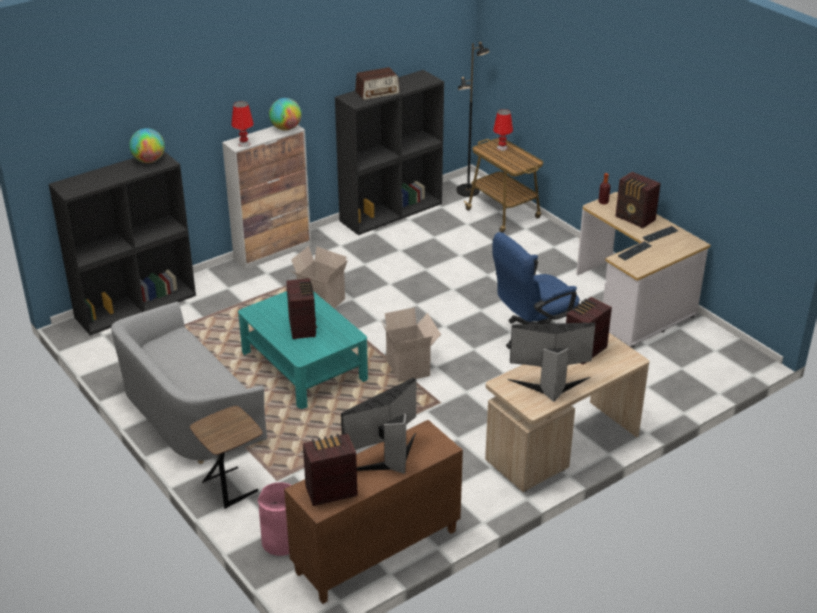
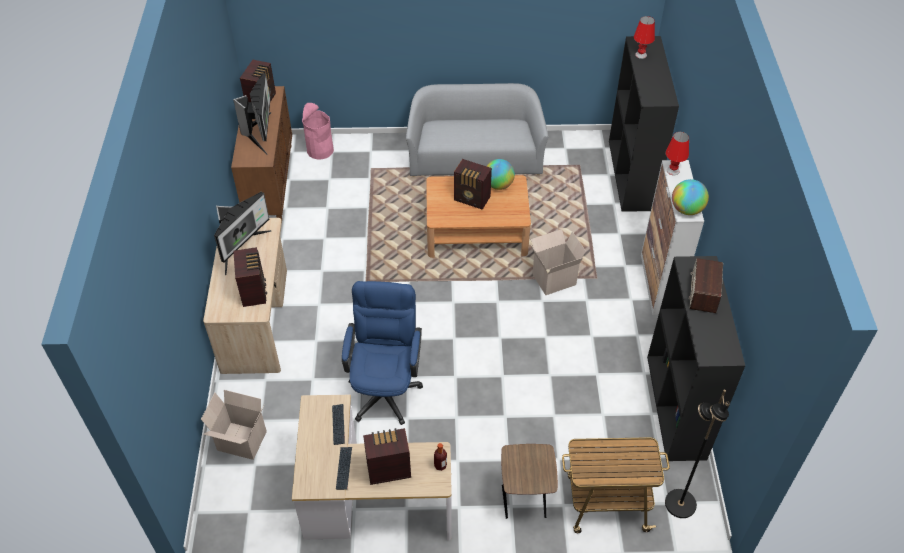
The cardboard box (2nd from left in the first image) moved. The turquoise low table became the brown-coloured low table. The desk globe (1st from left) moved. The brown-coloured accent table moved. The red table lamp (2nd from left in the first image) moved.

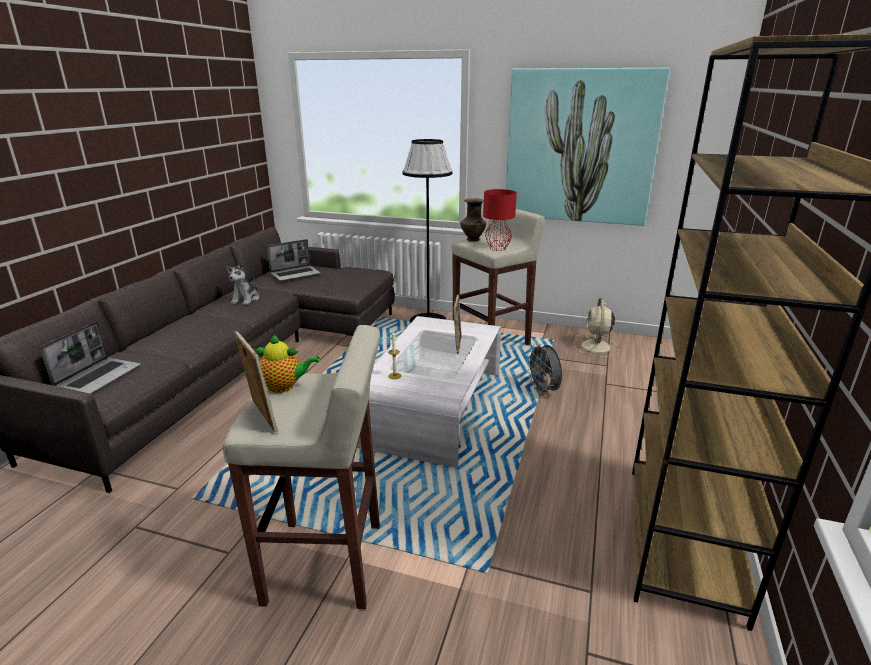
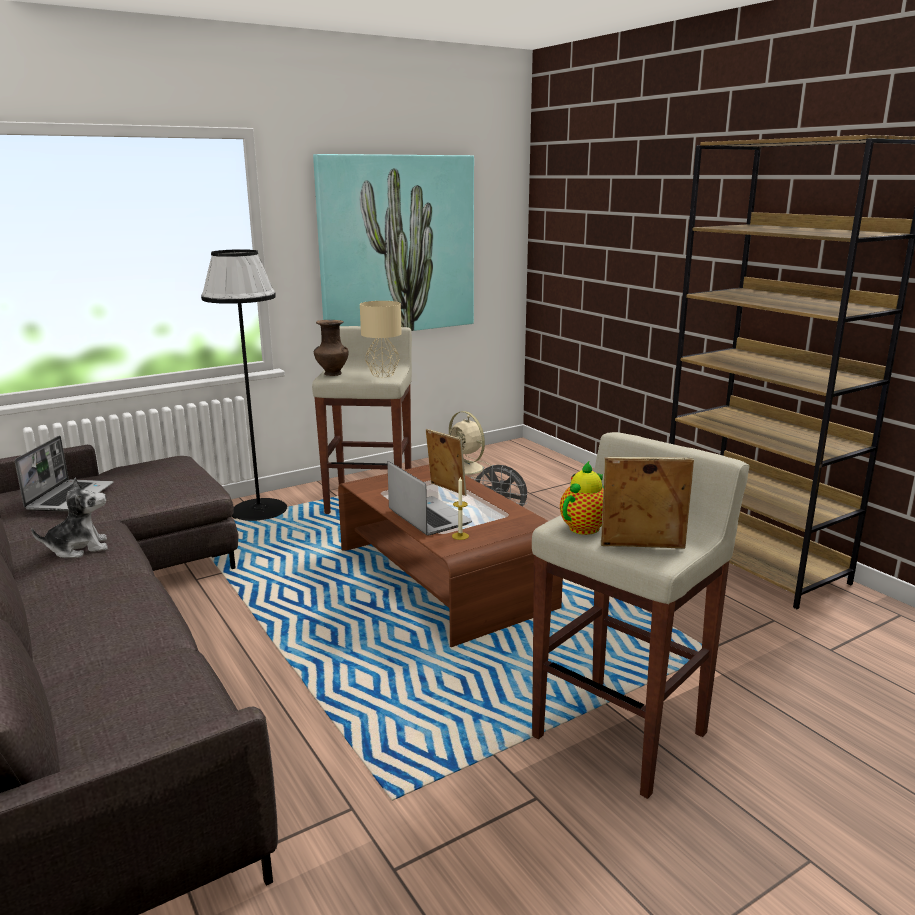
The soft toy turned 75 degrees counterclockwise. The white-coloured low table became the brown-coloured low table. The red table lamp became the beige table lamp. The portable computer (1st from left in the first image) moved.

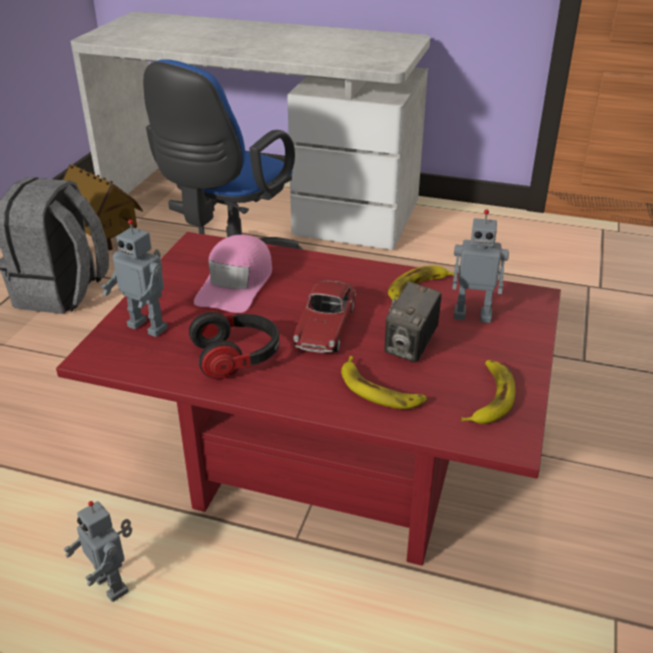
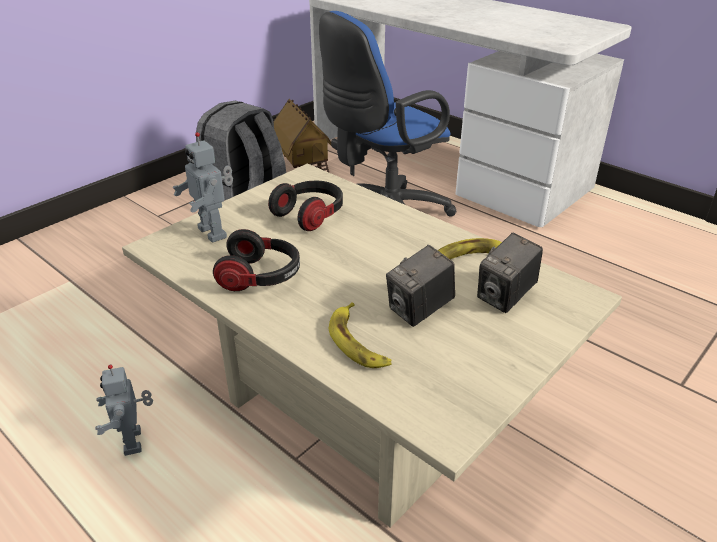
The red low table became the beige low table. The pinkish cap was replaced by the headphones (2nd from left). The toy robot (3rd from left) was replaced by the photo camera (2nd from left). The miniature car disappeared. The banana (3rd from left) disappeared.

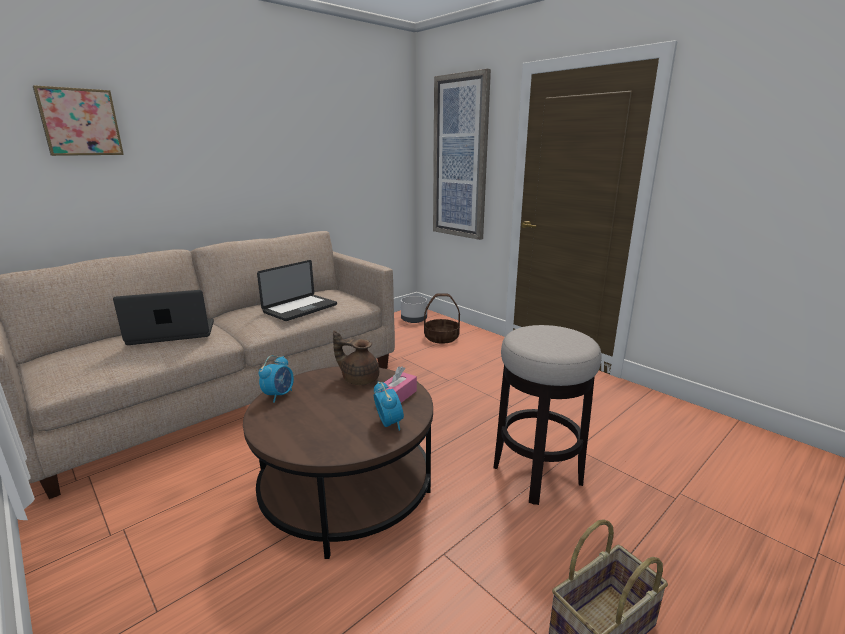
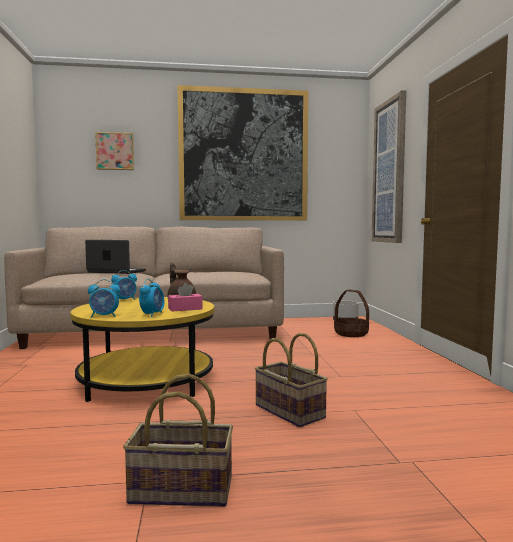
The brown-coloured low table became the yellowish low table. The bedside clock (1st from left) appeared. The wall art (2nd from left) appeared. The stool seat was replaced by the storage basket (2nd from left). The portable computer (2nd from left) disappeared.

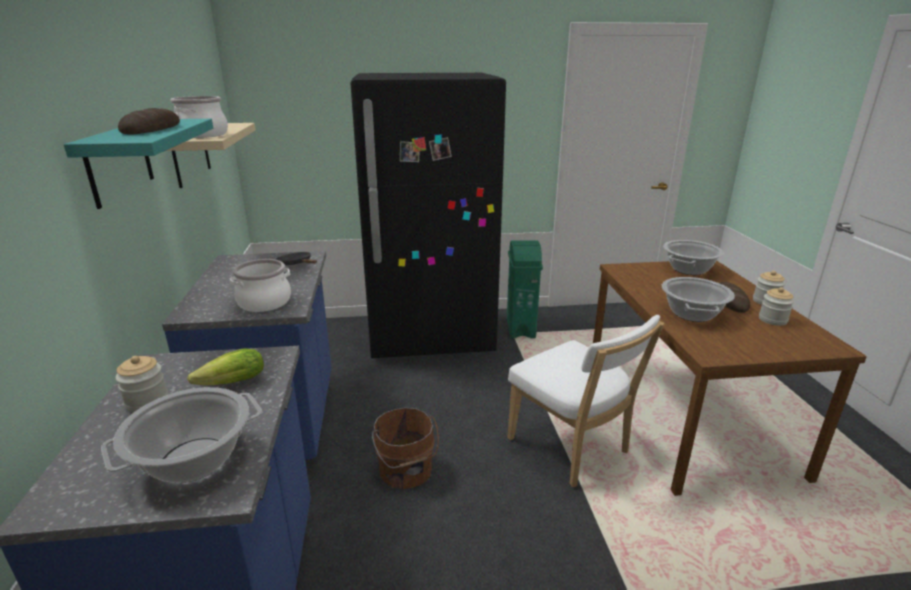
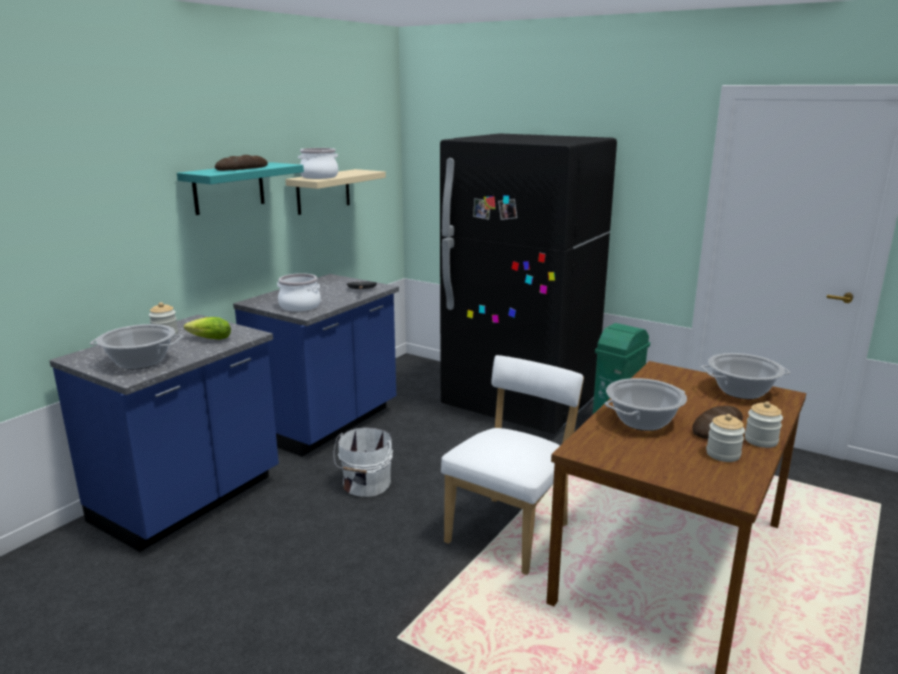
The brown-coloured pail became the white-coloured pail. The white-coloured chair turned 150 degrees counterclockwise.

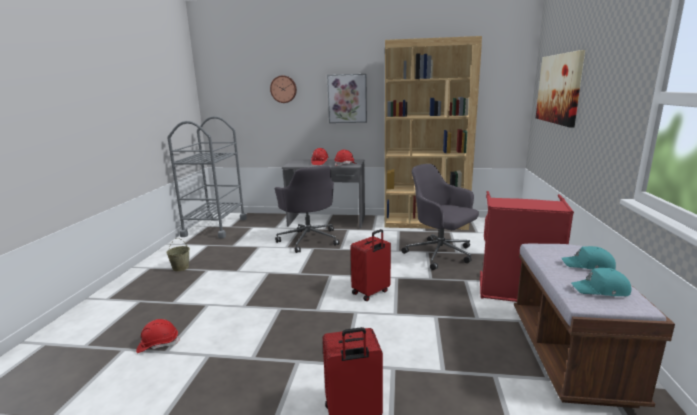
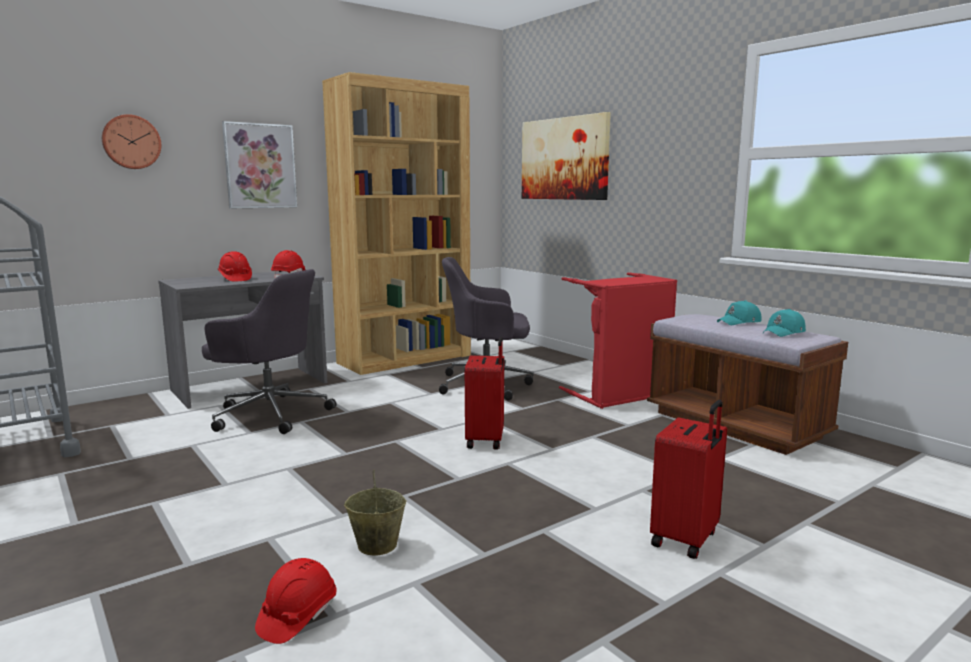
The beige pail moved.

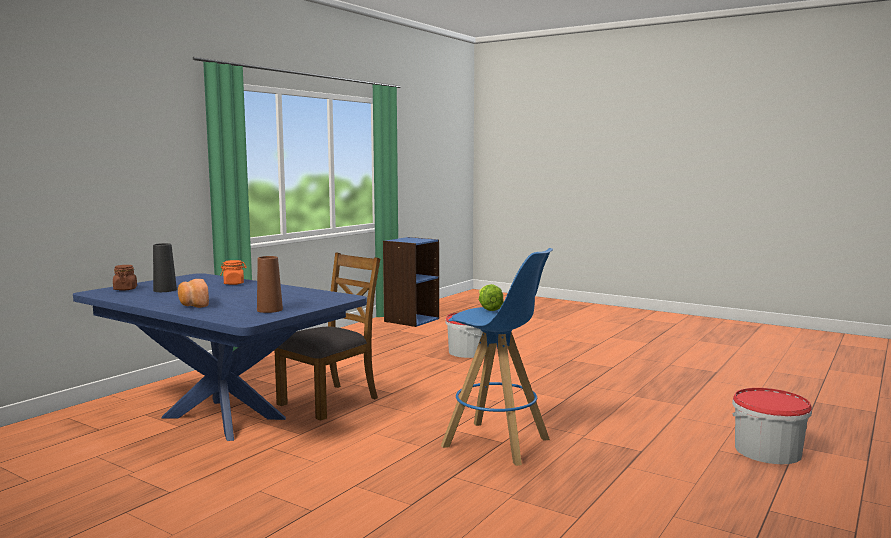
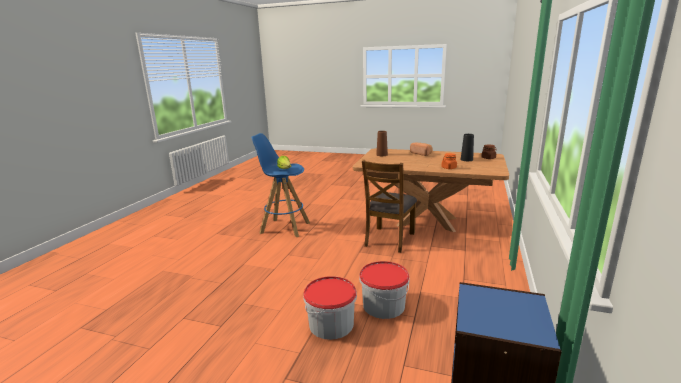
The blue-coloured kitchen table became the brown-coloured kitchen table. The pail (2nd from left) moved.

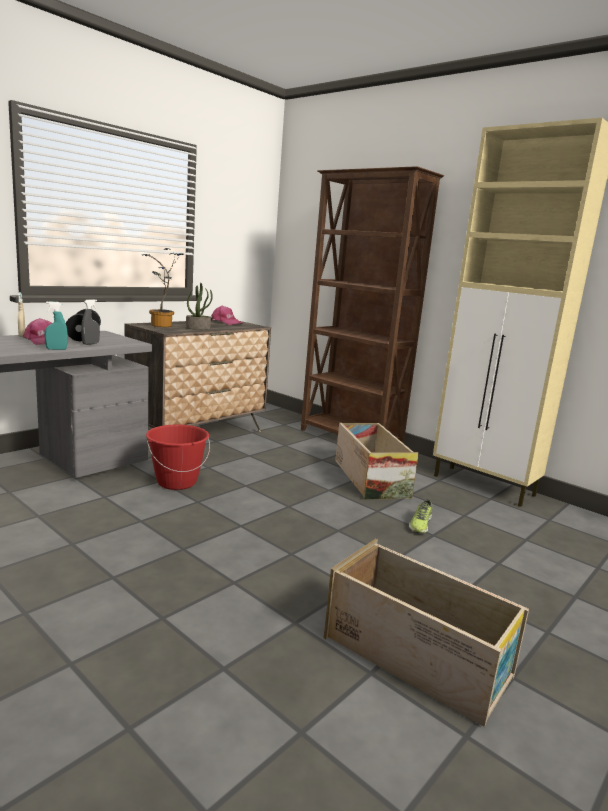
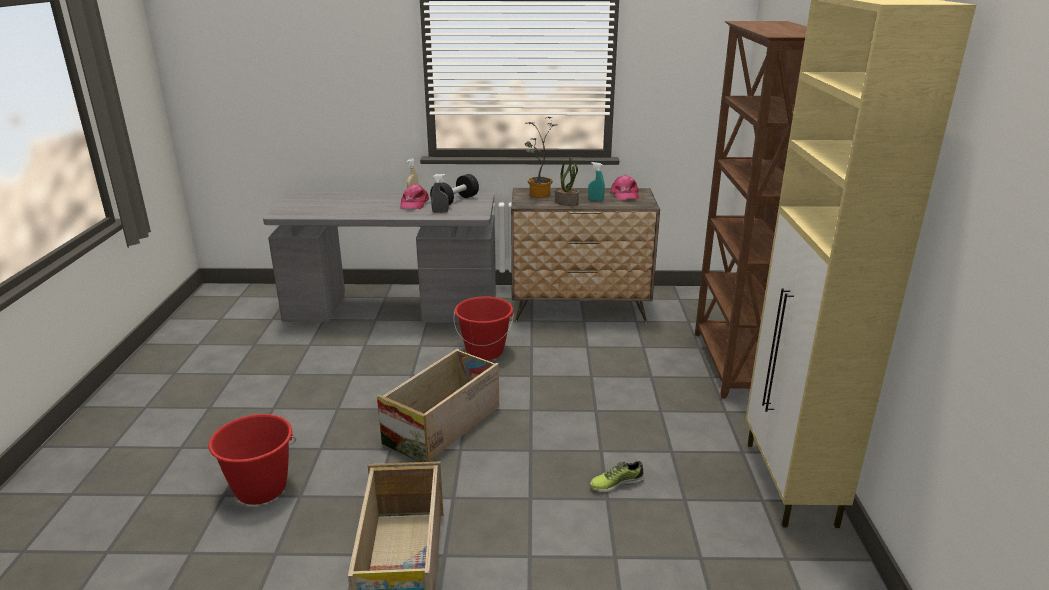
The red pail (1st from left) appeared. The shipping crate (1st from left in the first image) moved. The turquoise sprayer moved.

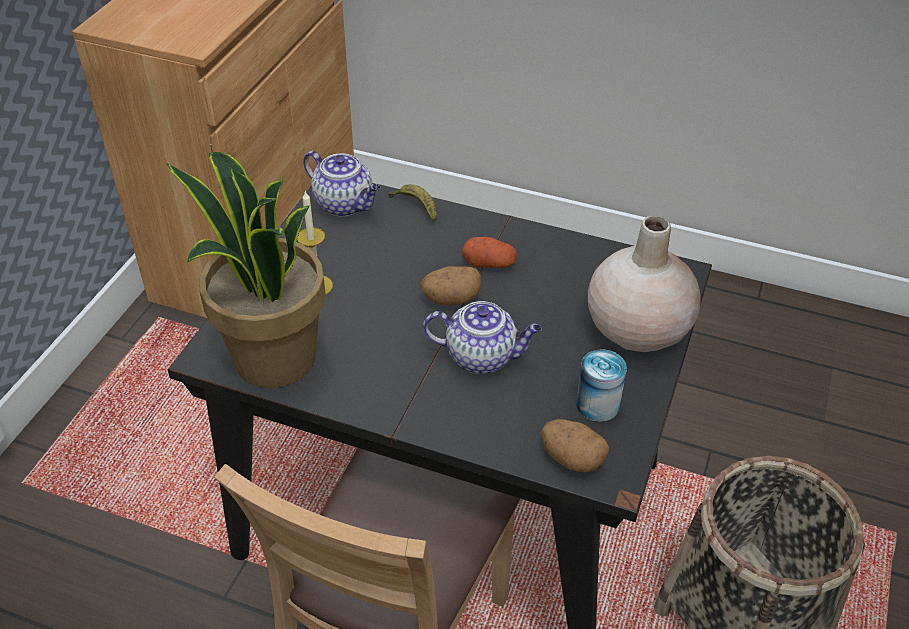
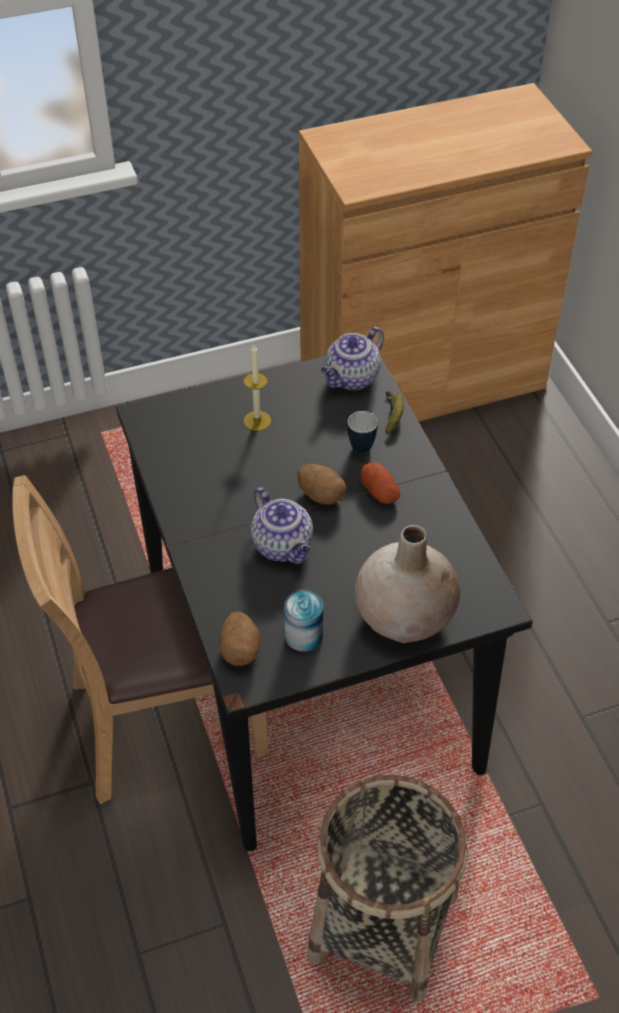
The pot for tea (1st from left in the first image) turned 45 degrees clockwise. The coffee mug appeared. The potted plant disappeared.

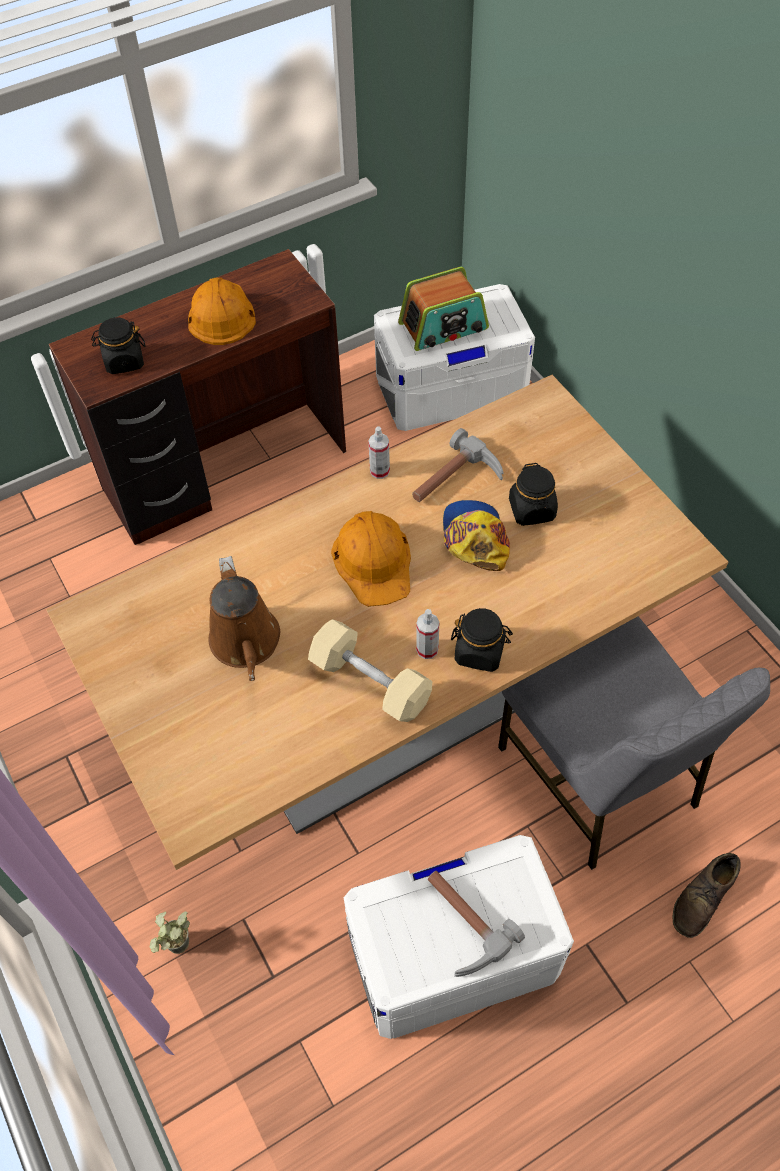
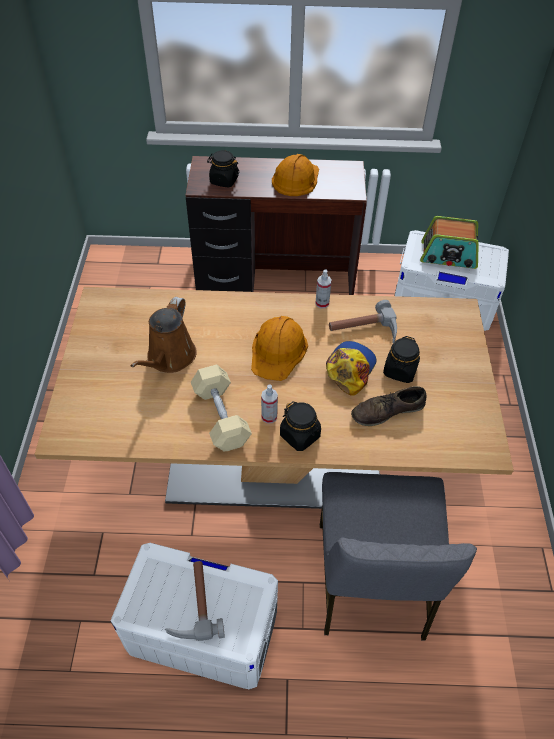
The brown-coloured low shoe moved. The potted plant disappeared.

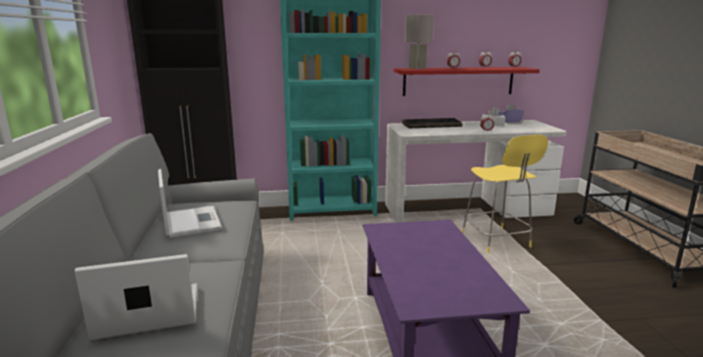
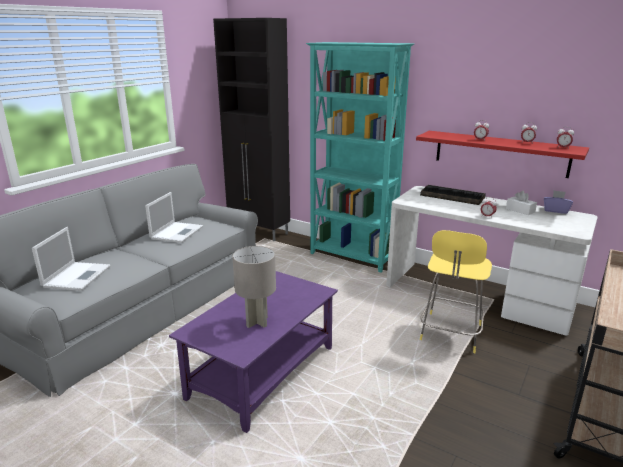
The portable computer (1st from left) turned 75 degrees clockwise. The greyish table lamp moved.

